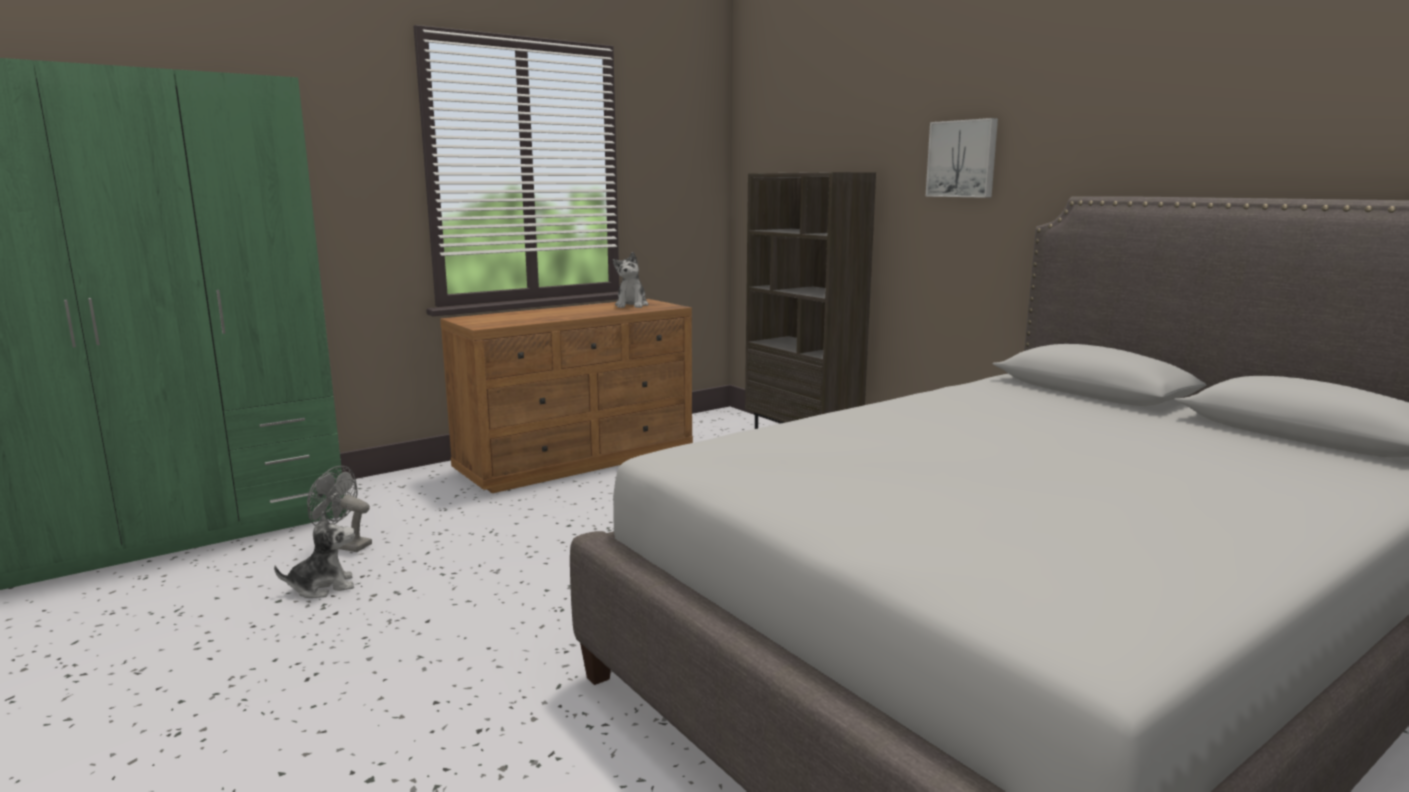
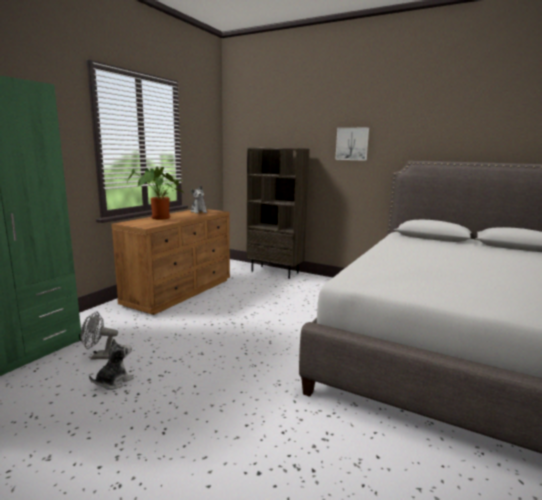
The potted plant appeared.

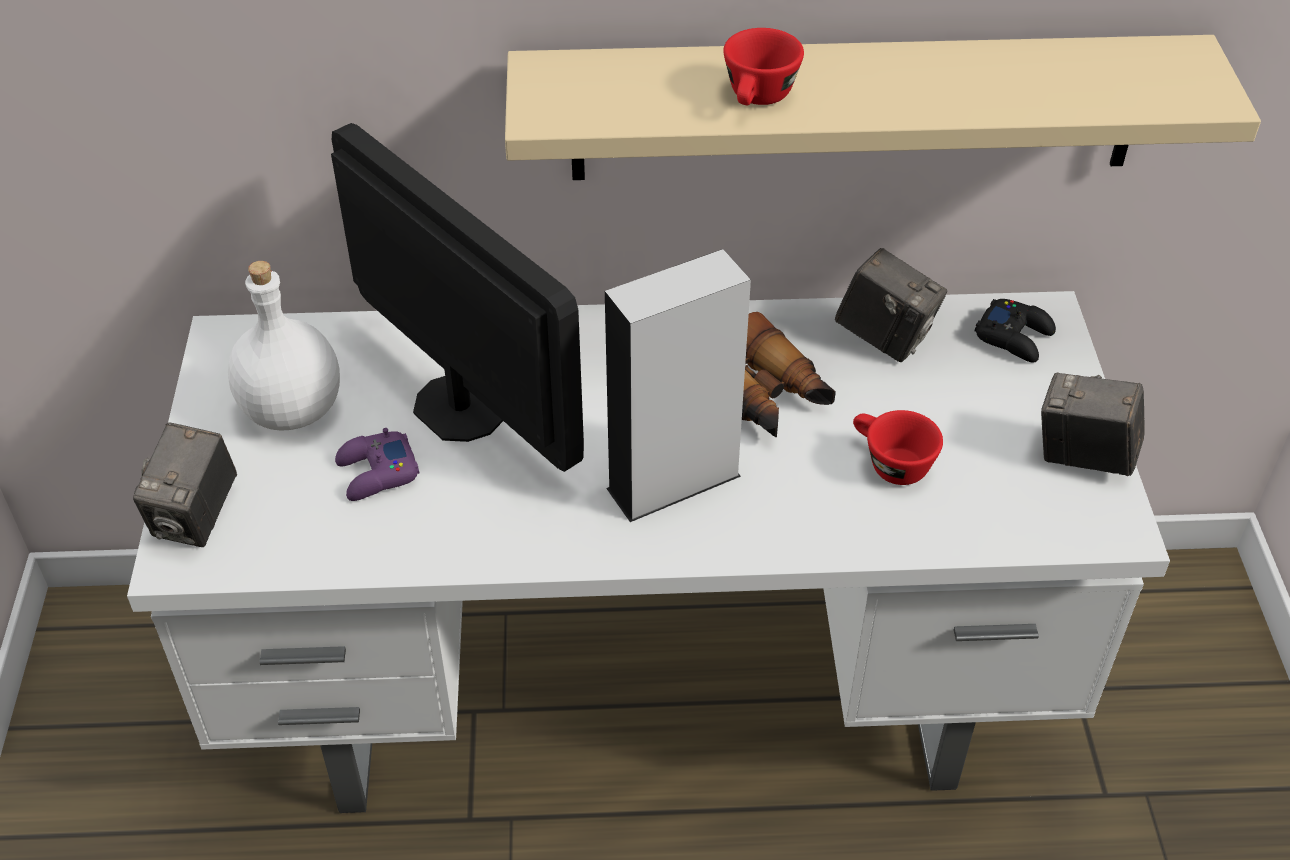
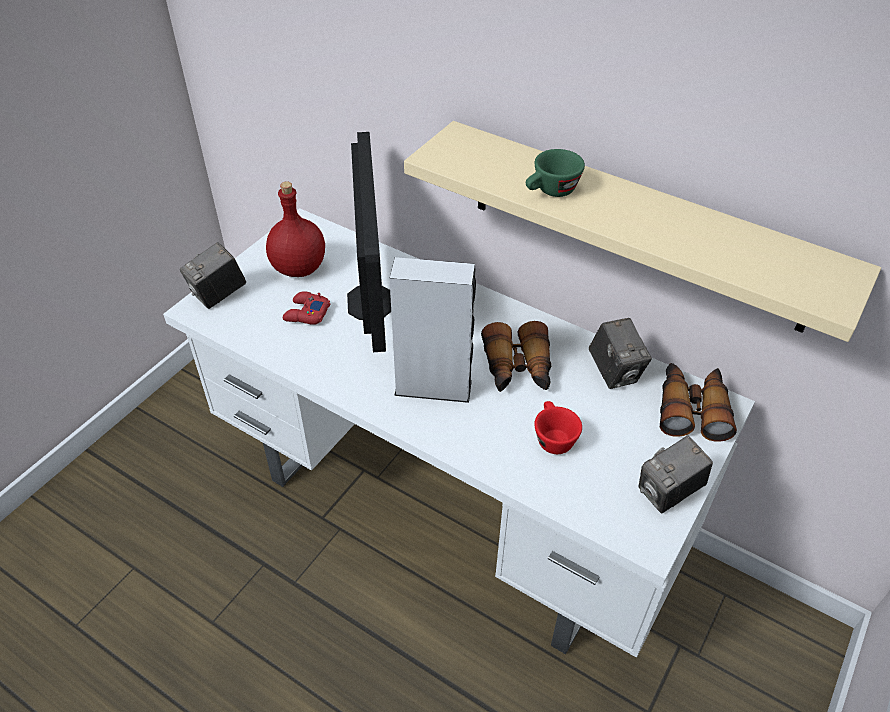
The white-coloured drink bottle became the red drink bottle. The purple game controller became the red game controller. The red small cup (1st from left) became the green-coloured small cup. The photo camera (3rd from left) turned 90 degrees counterclockwise. The blackish game controller was replaced by the binoculars (2nd from left).

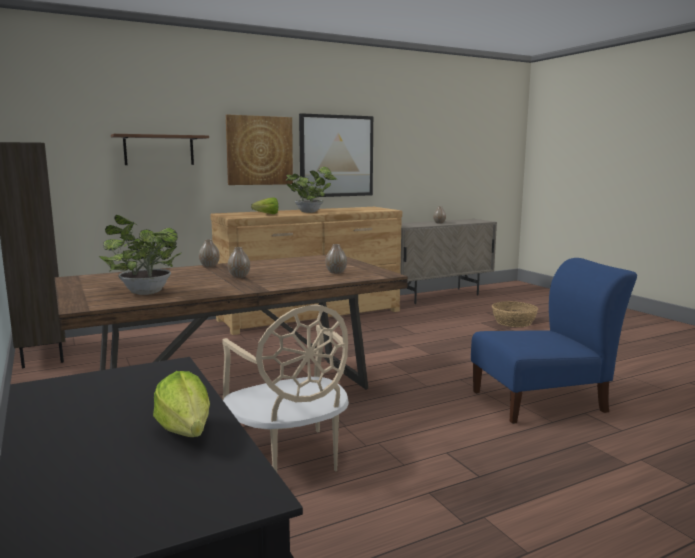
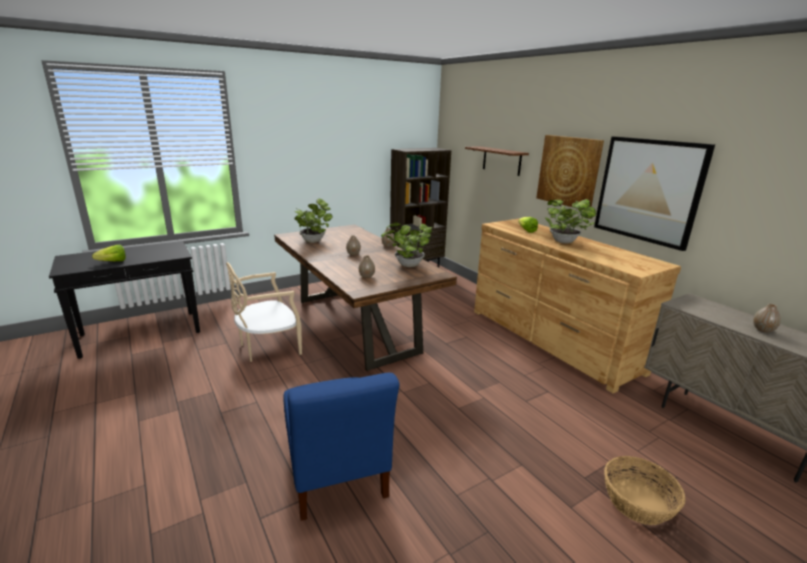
The potted plant (2nd from left) appeared.

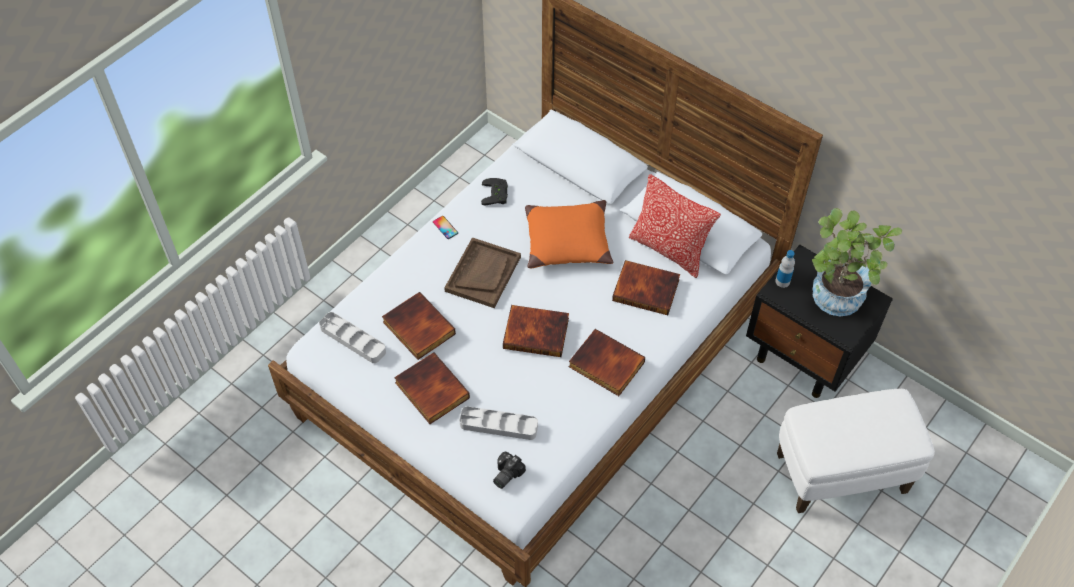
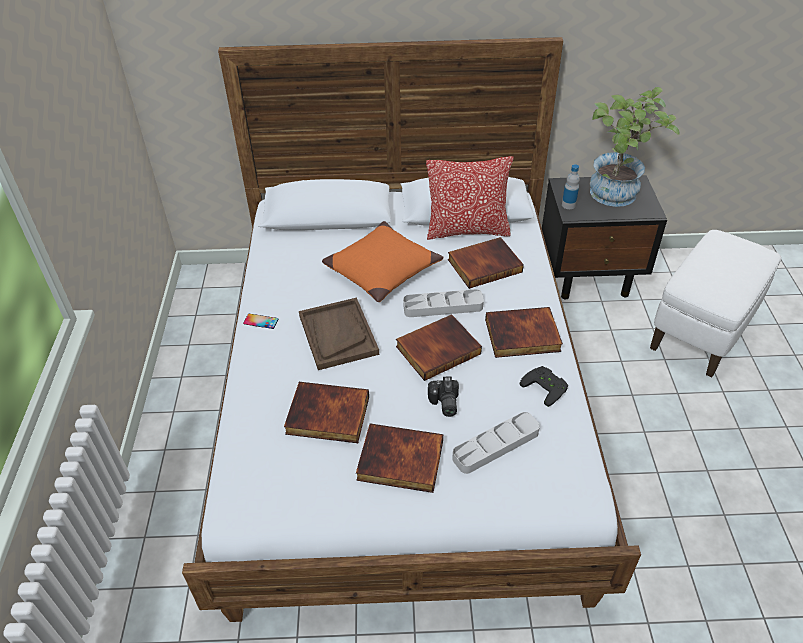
The greyish carrying tray (1st from left) moved. The photo camera moved. The blackish game controller moved.

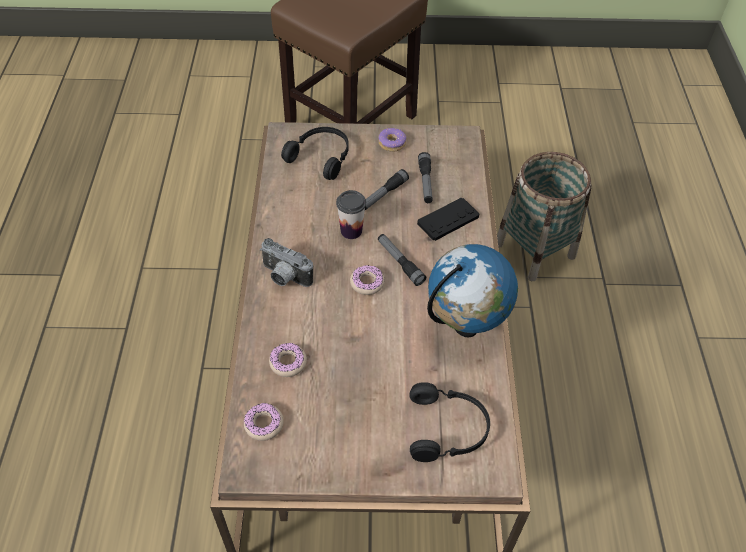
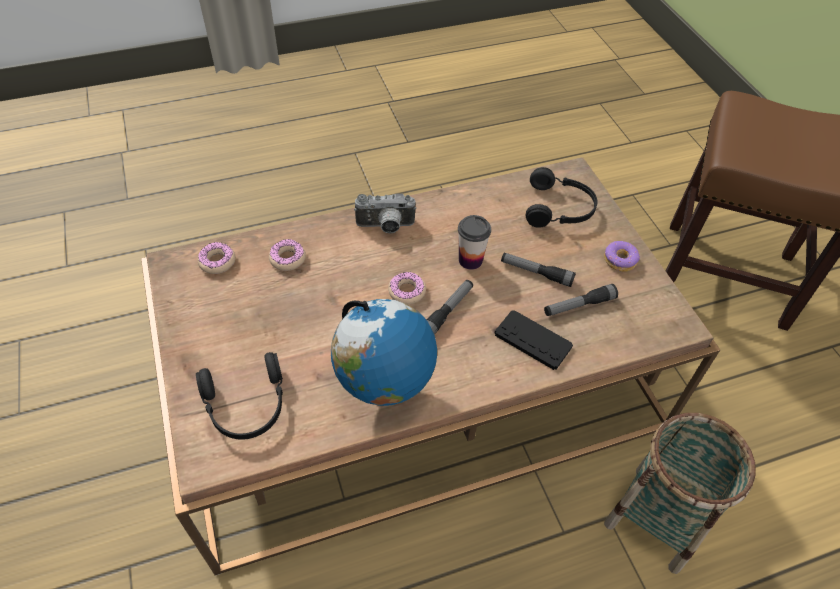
The photo camera turned 105 degrees counterclockwise.

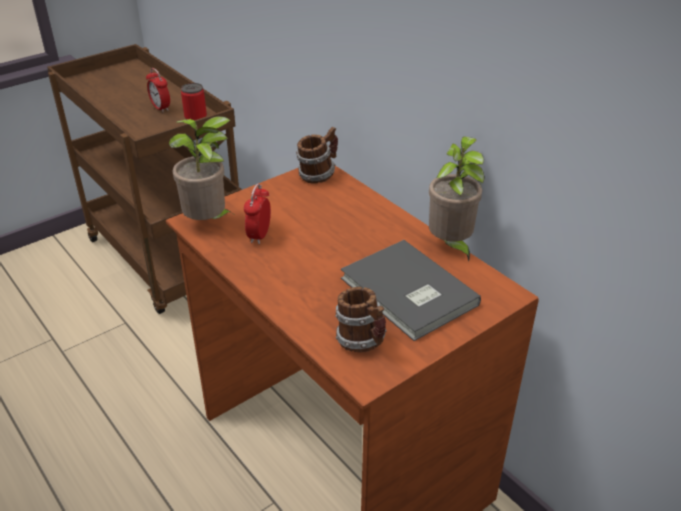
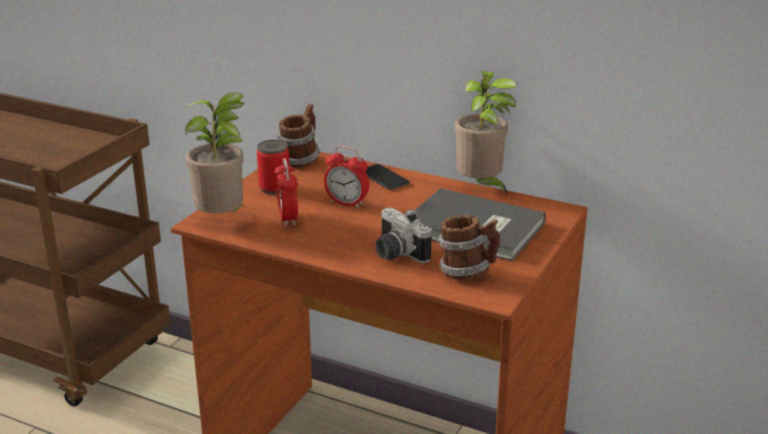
The sealed can moved. The bedside clock (1st from left in the first image) moved. The phone appeared. The photo camera appeared.

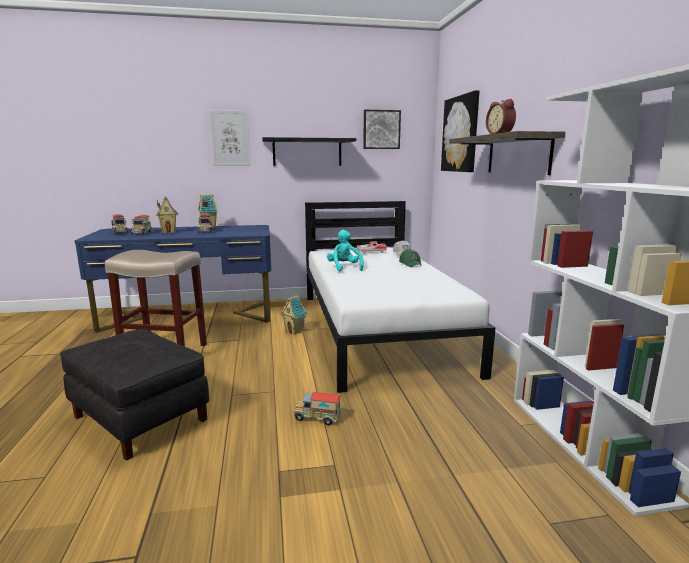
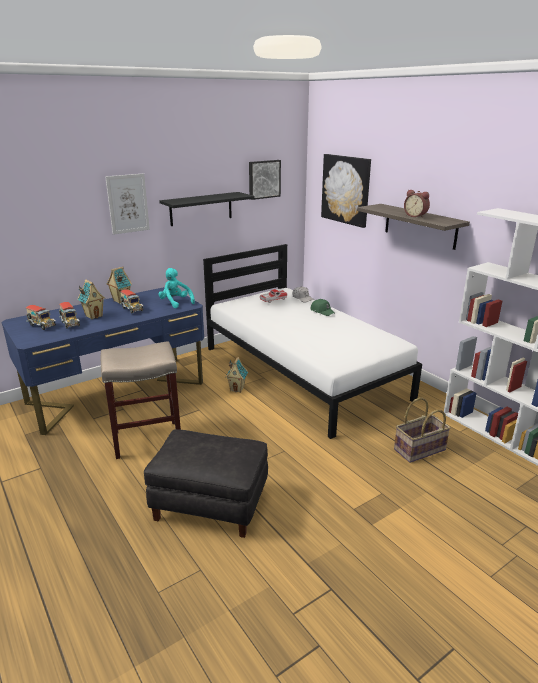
The turquoise soft toy moved. The storage basket appeared. The toy lorry (4th from left) disappeared.

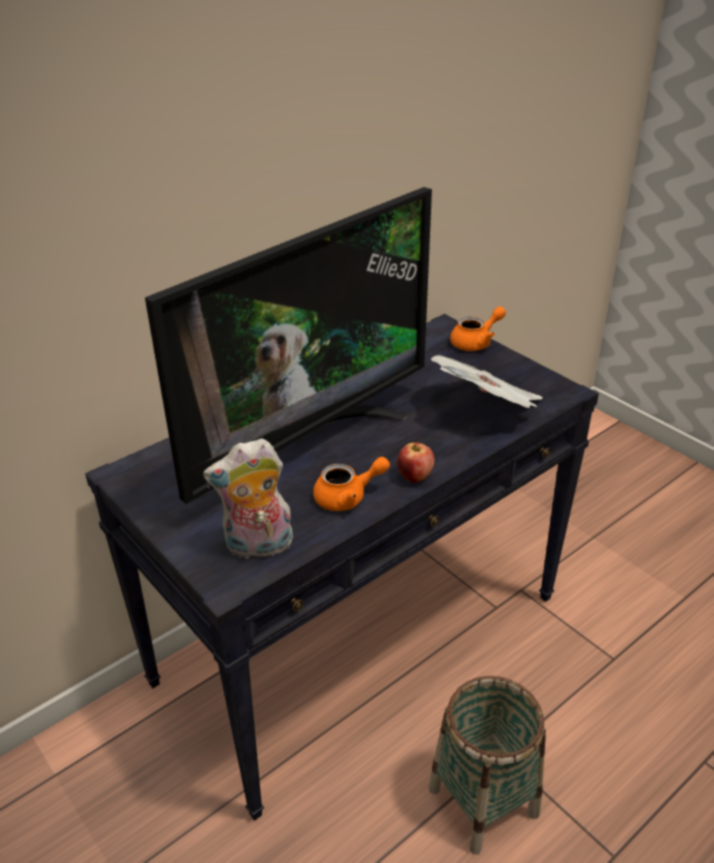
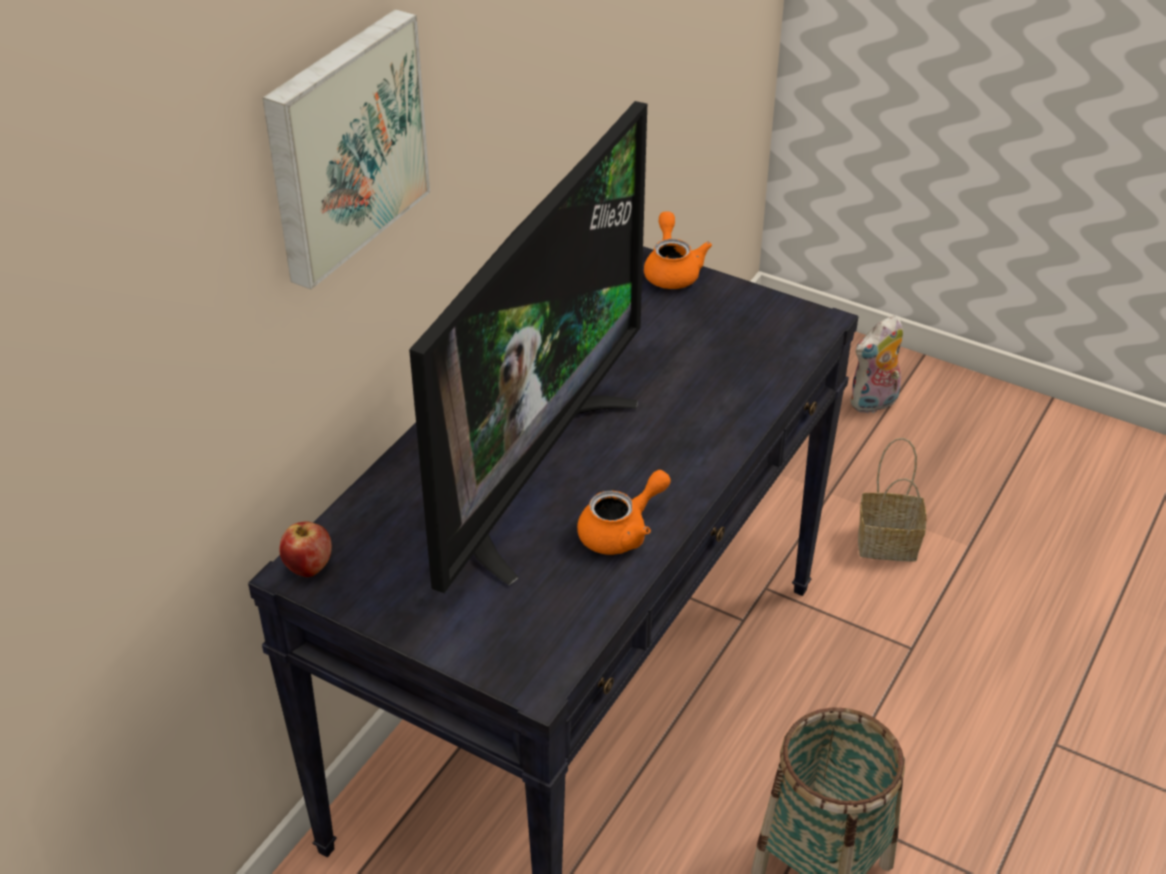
The wall art appeared. The apple moved. The orangey pot for tea (2nd from left) turned 45 degrees counterclockwise. The soft toy moved. The storage basket (2nd from left) appeared. The newspaper disappeared.

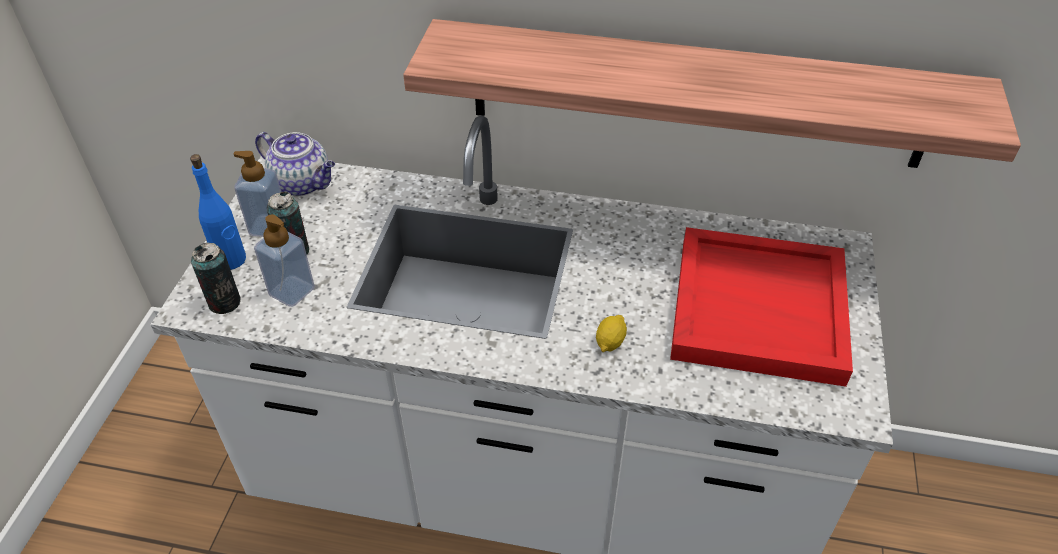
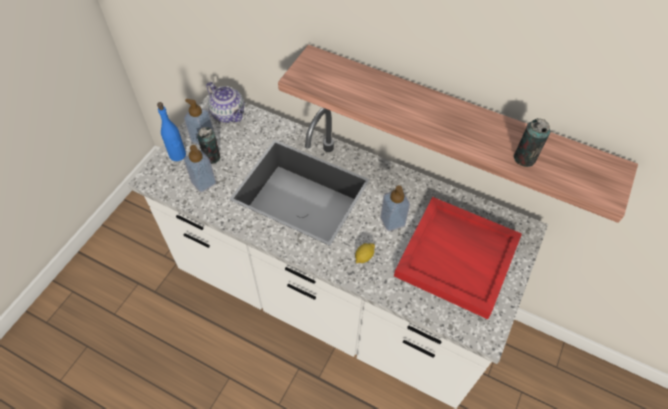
The soap bottle (3rd from left) appeared. The sealed can (1st from left in the first image) moved.

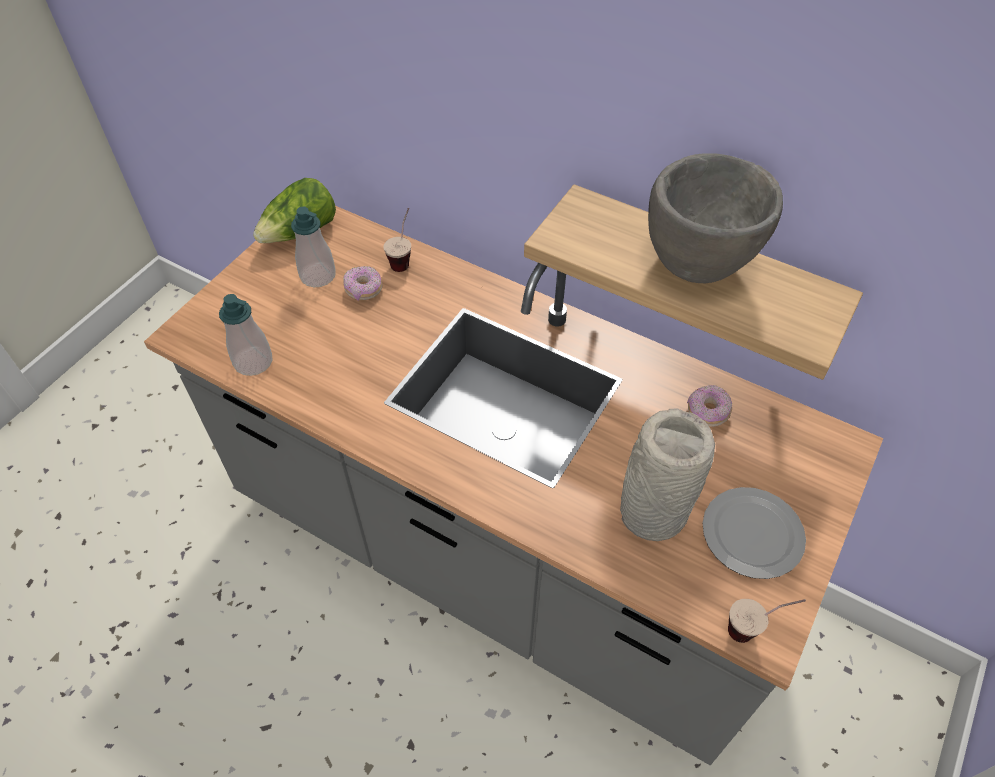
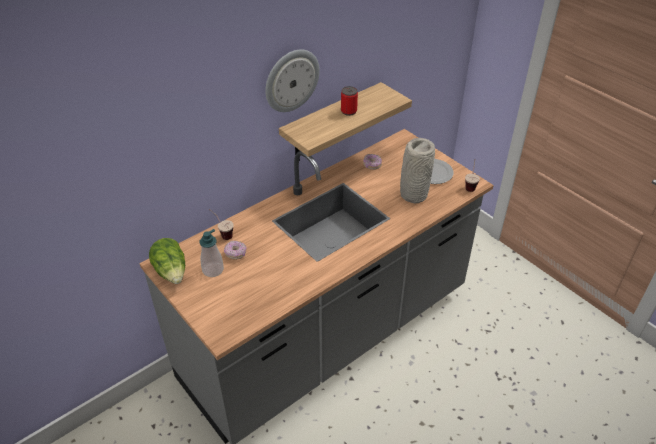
The clock on the wall appeared. The greyish serving bowl was replaced by the sealed can. The soap bottle (1st from left) disappeared.

